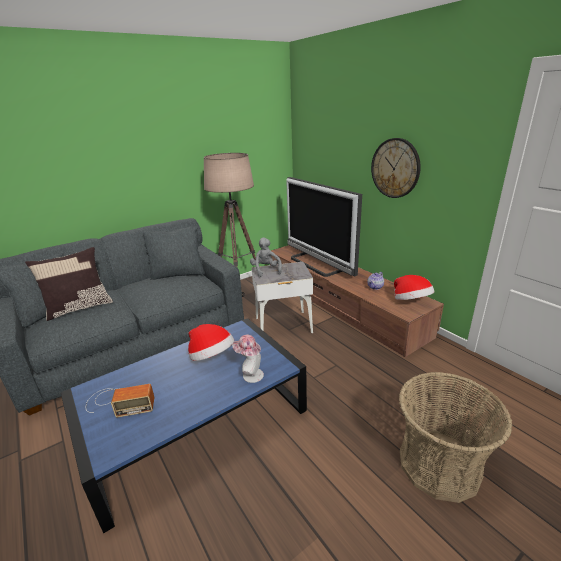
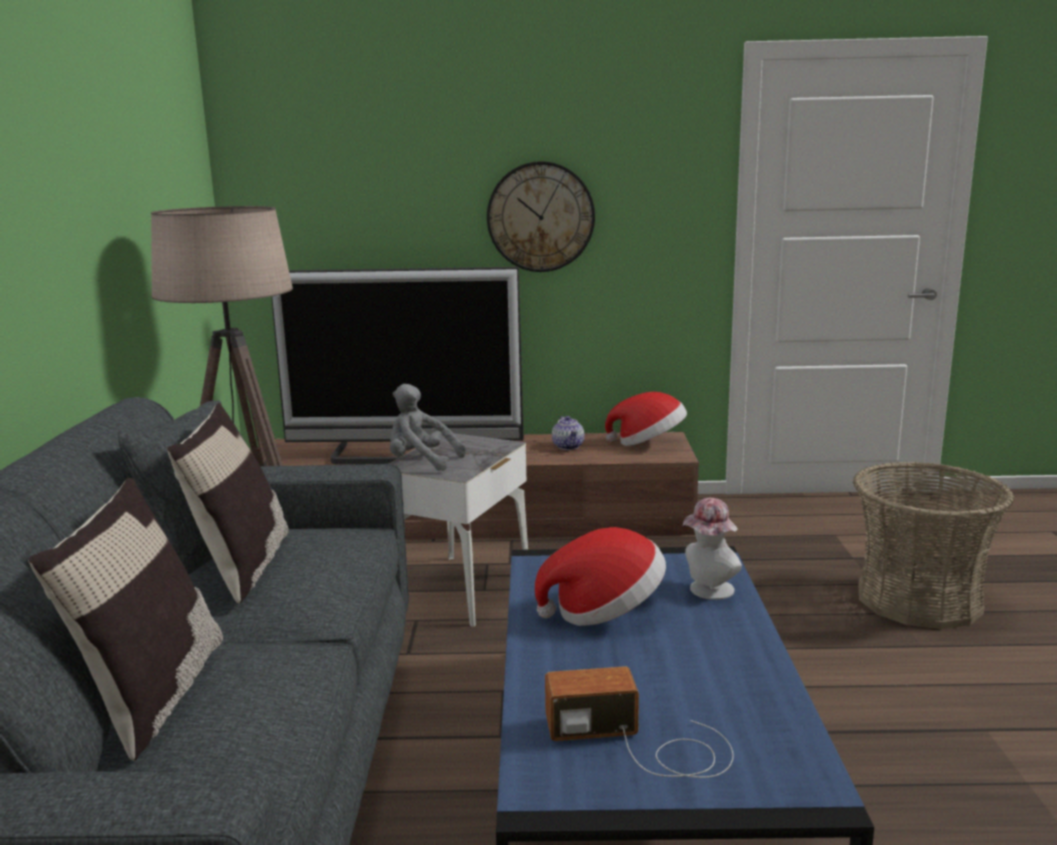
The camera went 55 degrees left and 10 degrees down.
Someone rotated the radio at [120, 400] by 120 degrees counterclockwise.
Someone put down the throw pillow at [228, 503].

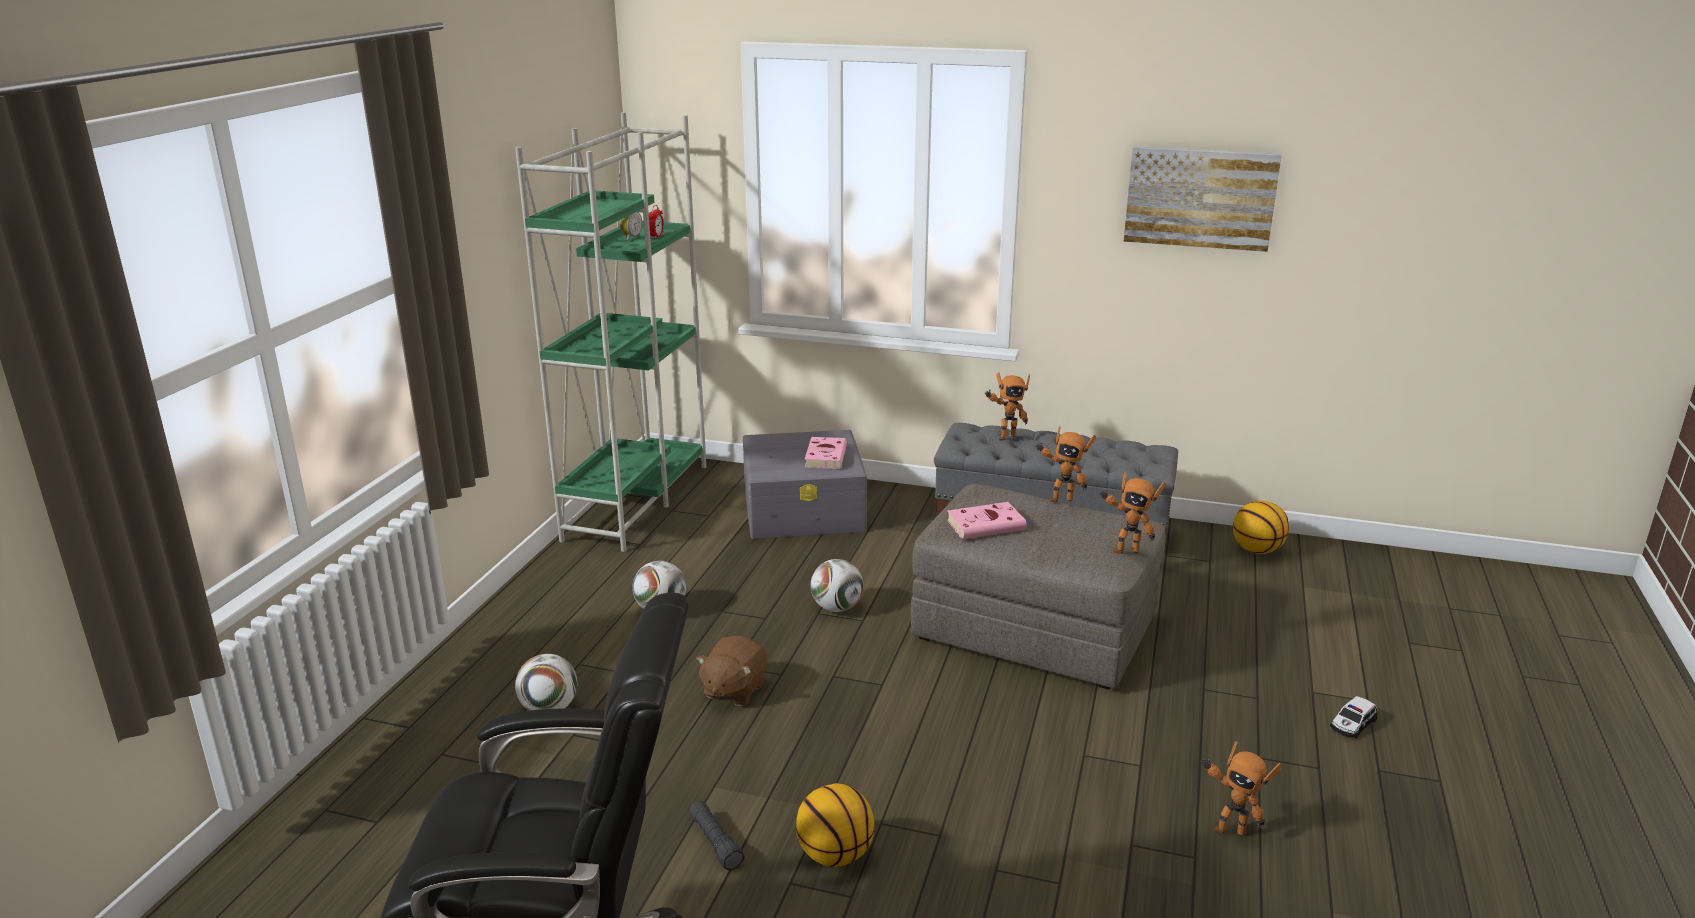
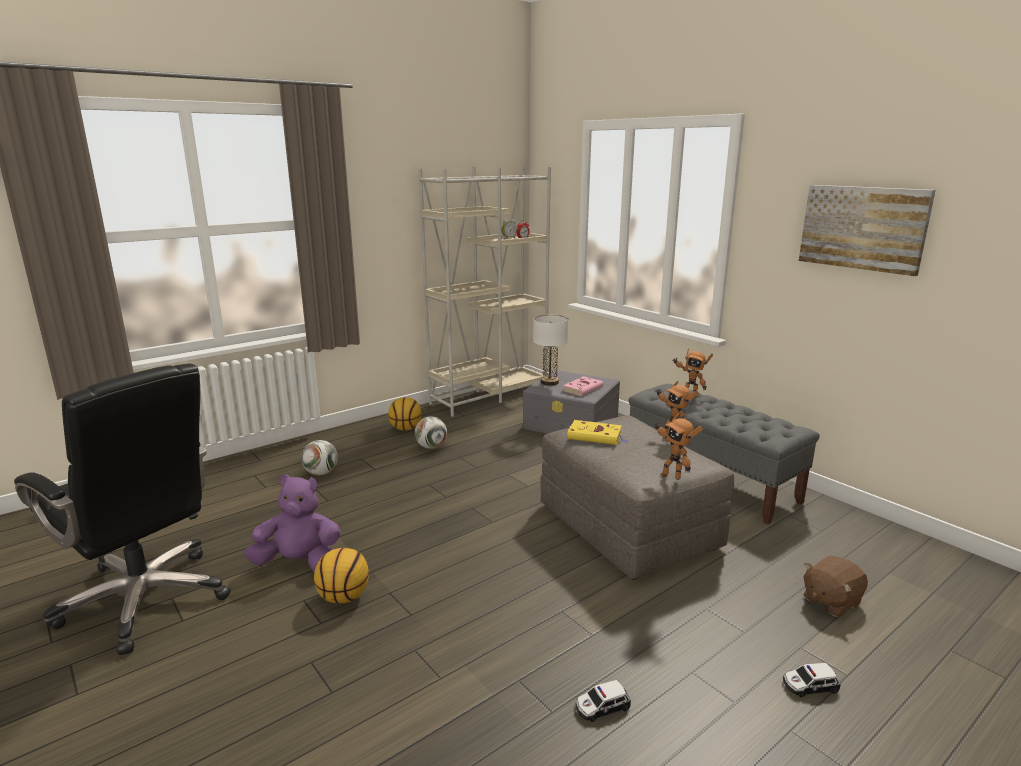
The camera went 35 degrees right and 5 degrees down.
Someone repainted the green-coloured bookcase at [610, 332], which became the beige bookcase at [485, 291].
Someone carried the basketball from [1261, 527] to [404, 413].
Someone repainted the pink bound book at [988, 520], which became the yellowish bound book at [598, 432].
Someone took away the football ball at [837, 585].
Someone carried the brownish plush toy from [731, 671] to [836, 586].
Someone swapped the model robot at [1241, 788] for the model car at [603, 701].
Someone swapped the blackish torch at [717, 835] for the purple plush toy at [292, 523].
Someone put down the tabletop lamp at [551, 350].

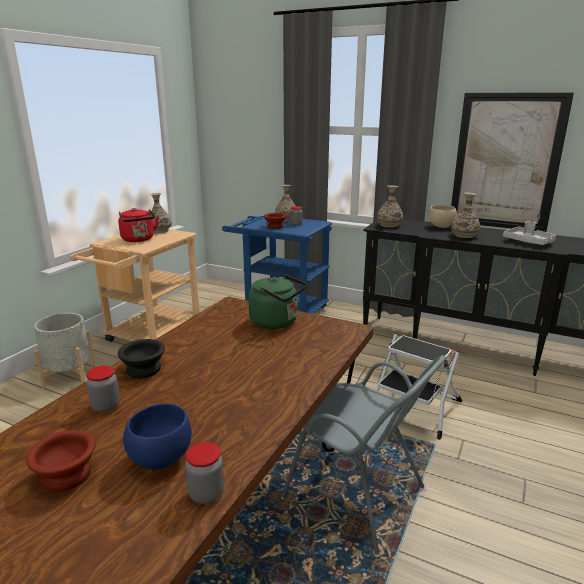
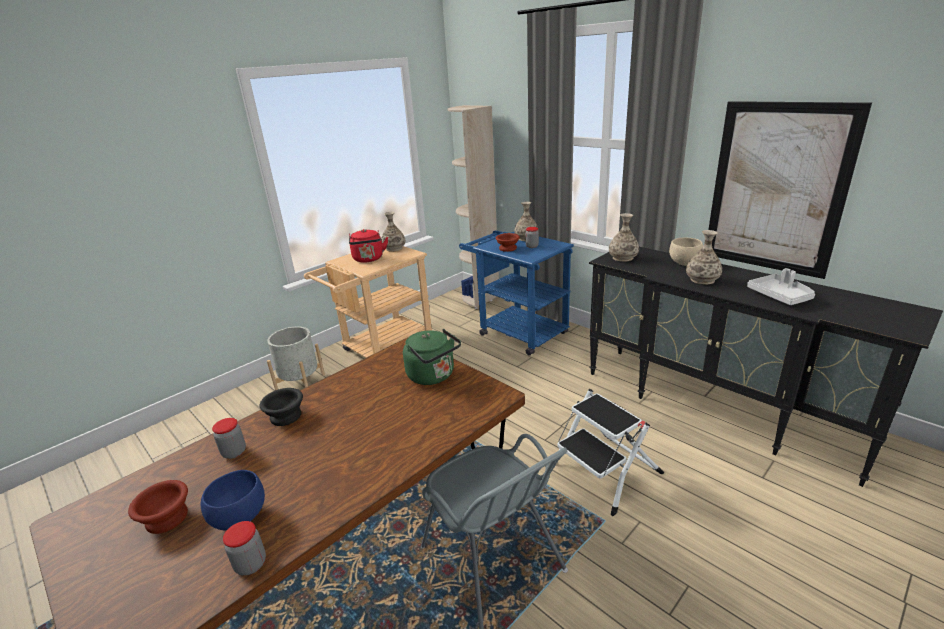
The camera went 20 degrees right and 5 degrees up.
Someone put down the beige bookcase at [473, 207].

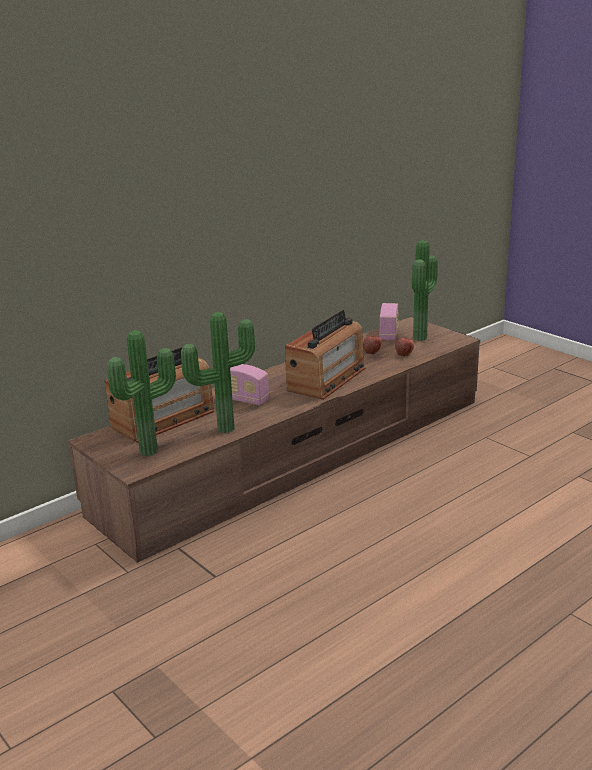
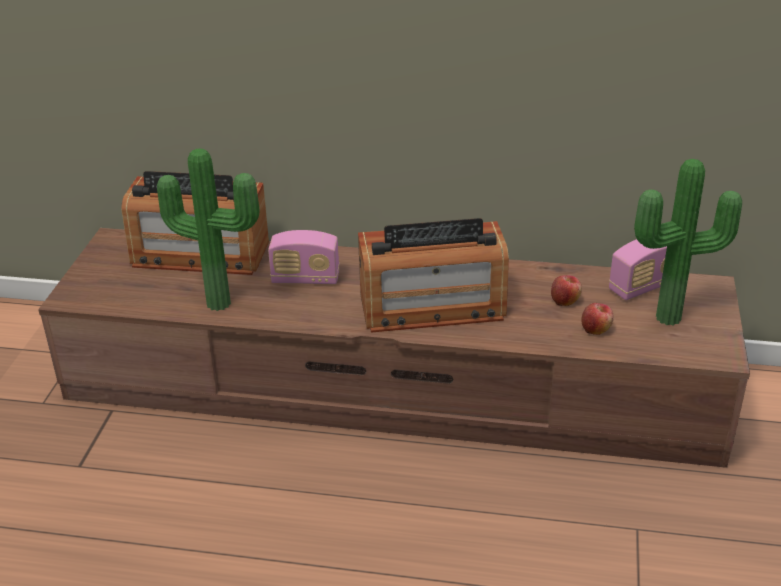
The camera went 50 degrees right and 10 degrees up.
Someone took away the potted plant at [141, 393].
Someone rotated the radio at [249, 385] by 75 degrees counterclockwise.

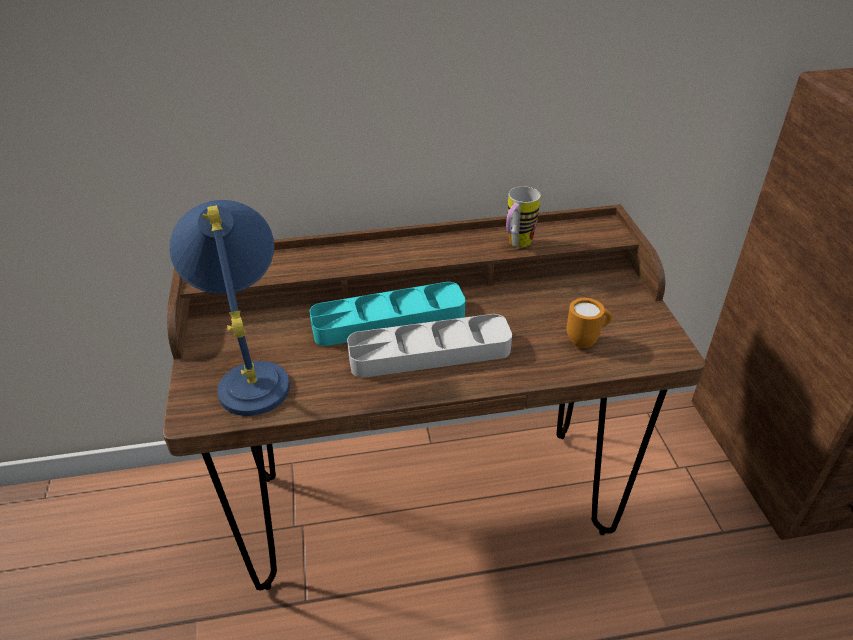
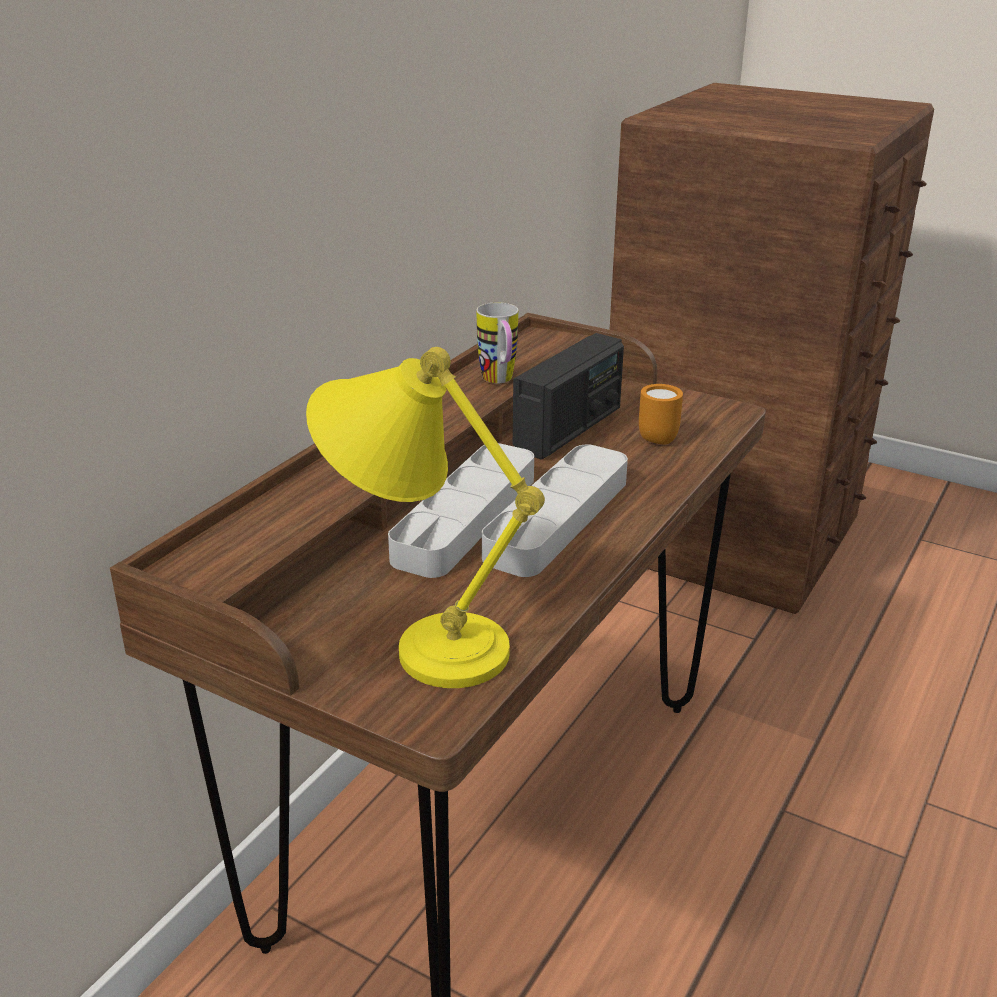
The camera went 50 degrees left and 10 degrees down.
Someone repainted the blue tabletop lamp at [229, 308], which became the yellowish tabletop lamp at [425, 517].
Someone repainted the blue-green carrying tray at [387, 314], which became the grey carrying tray at [461, 510].
Someone put down the radio at [568, 396].

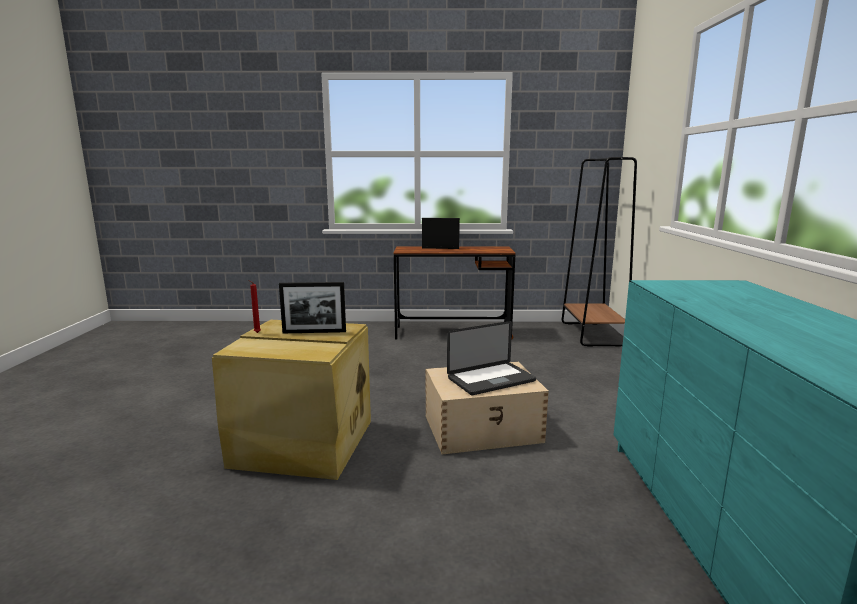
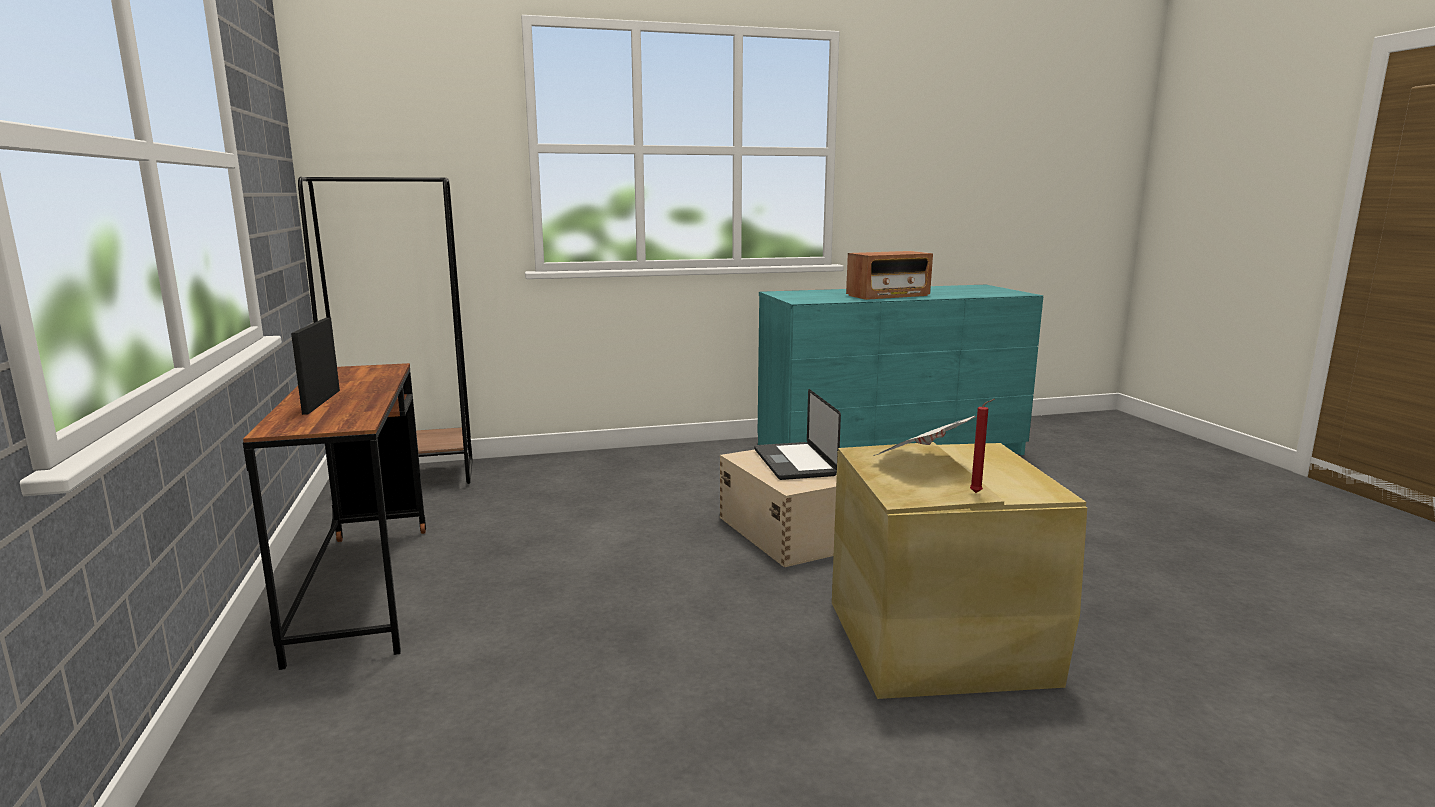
The camera went 105 degrees left and 0 degrees up.
Someone swapped the photo frame at [312, 307] for the newspaper at [925, 436].
Someone rotated the portable computer at [491, 358] by 150 degrees counterclockwise.
Someone put down the radio at [889, 275].

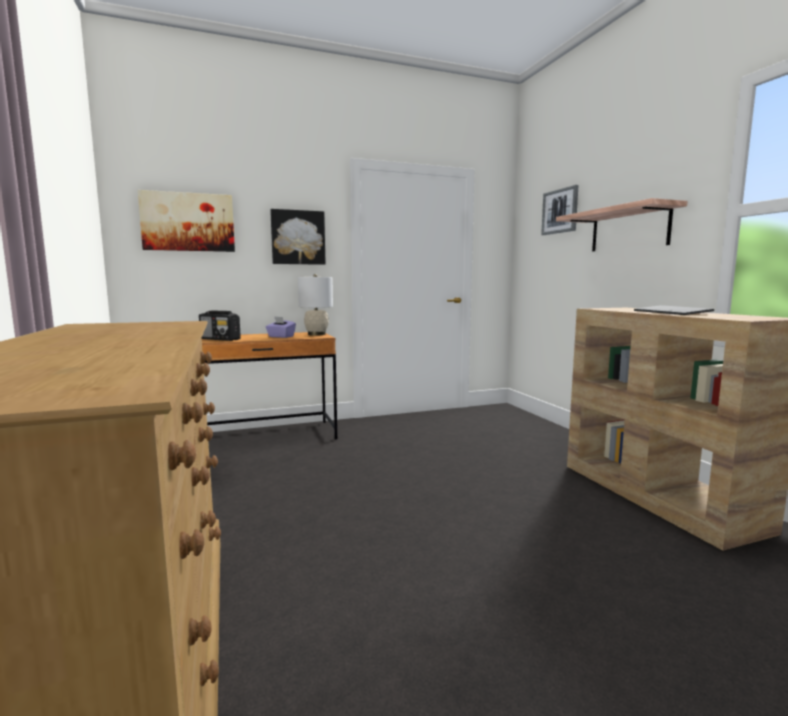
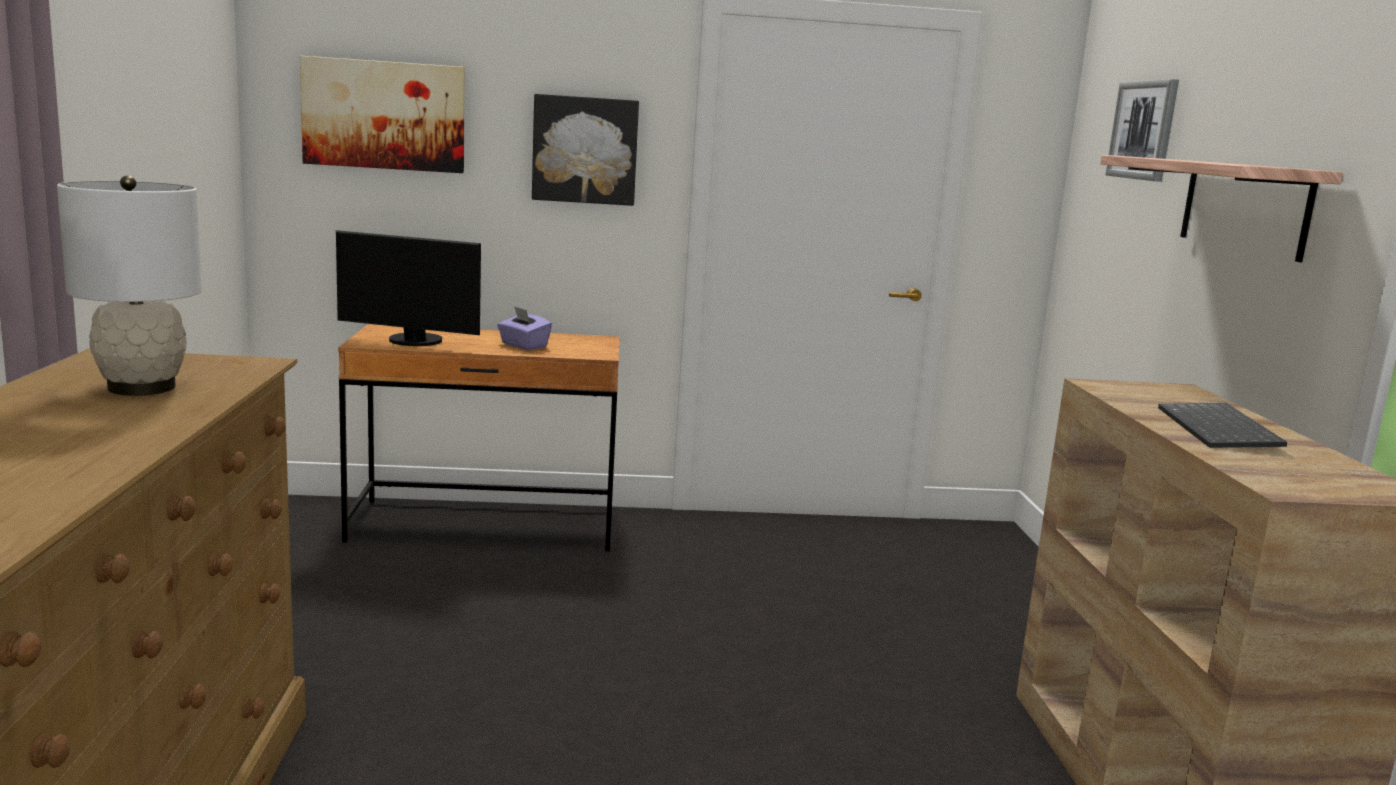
The camera went 15 degrees right and 5 degrees up.
Someone carried the whitish tabletop lamp from [315, 305] to [129, 285].
Someone swapped the radio at [220, 326] for the computer display at [408, 288].

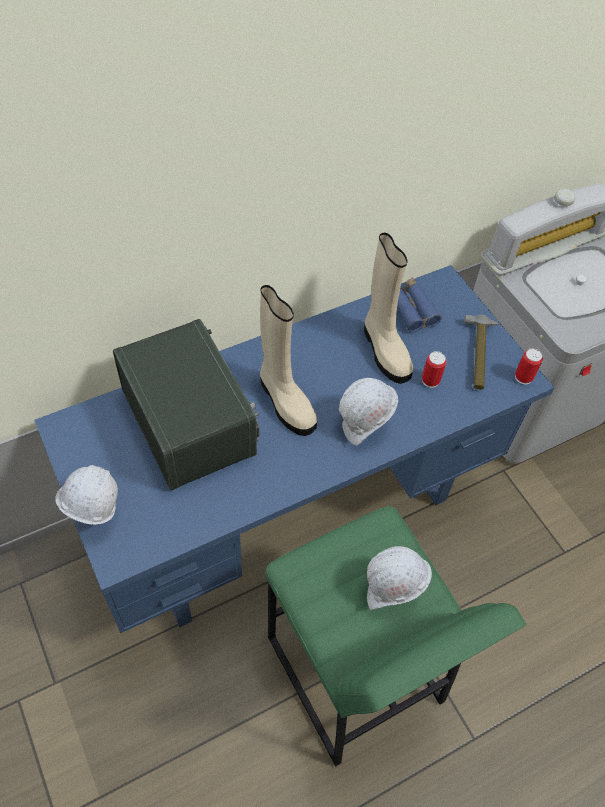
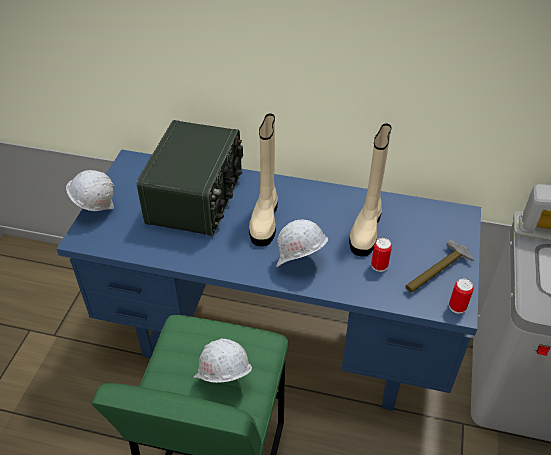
The camera went 45 degrees right and 10 degrees down.
Someone took away the blue field glasses at [419, 304].

